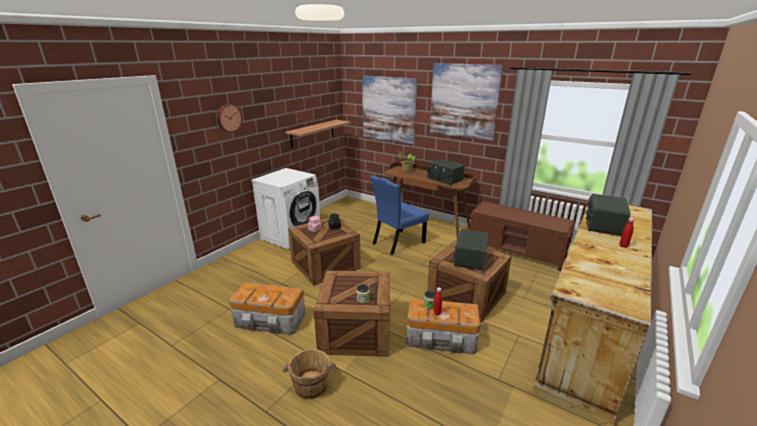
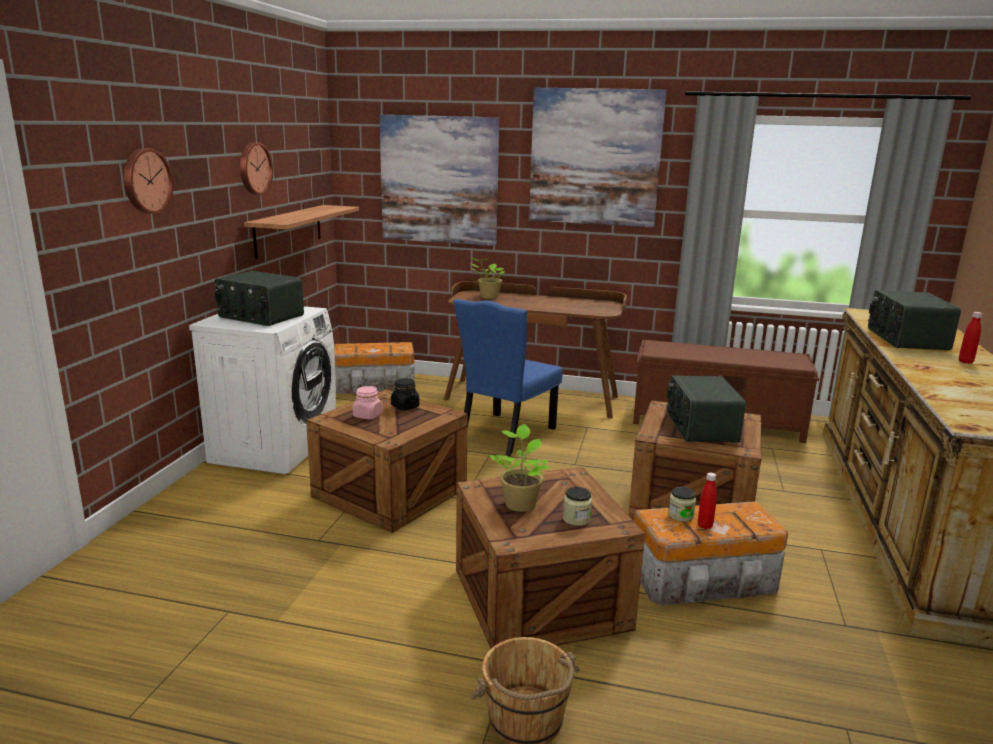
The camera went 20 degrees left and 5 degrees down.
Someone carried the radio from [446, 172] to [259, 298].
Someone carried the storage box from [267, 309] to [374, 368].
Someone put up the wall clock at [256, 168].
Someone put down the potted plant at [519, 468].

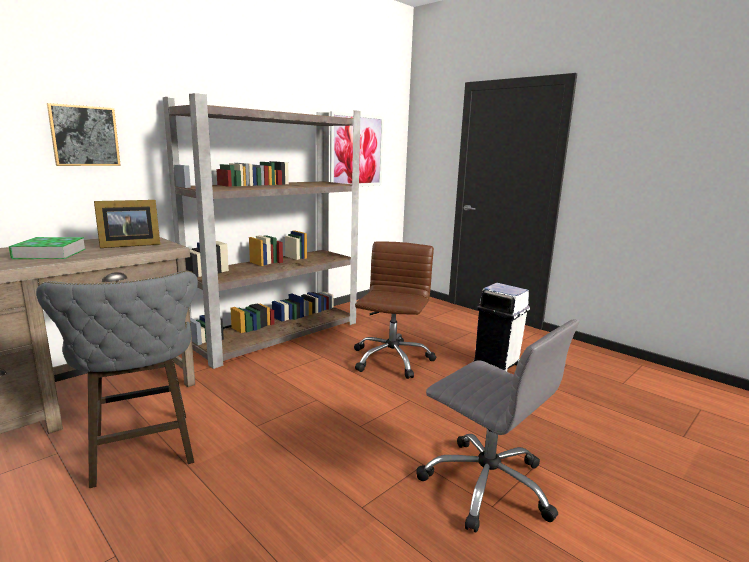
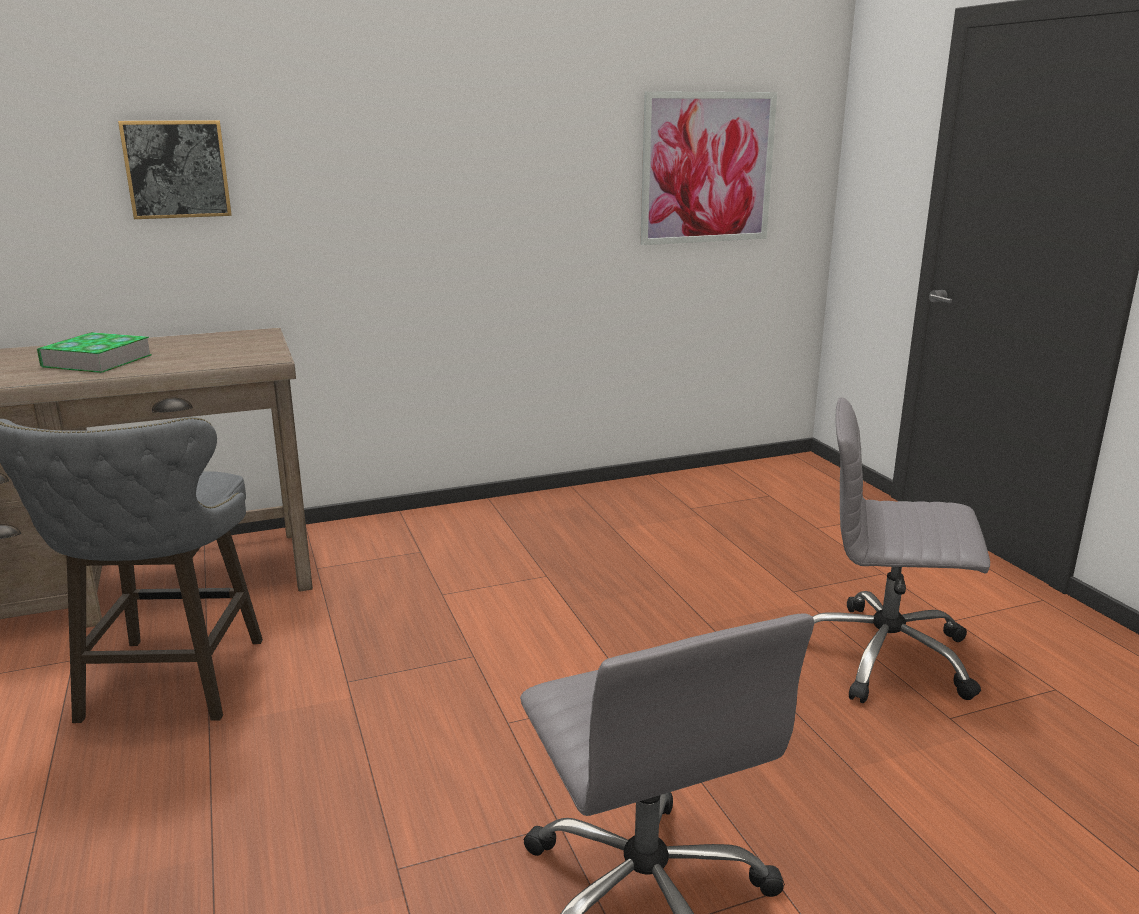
The camera went 25 degrees right and 5 degrees up.
Someone took away the brownish bookcase at [261, 231].
Someone took away the photo frame at [127, 224].
Someone took away the brownish desk chair at [395, 310].
Someone swapped the whitish trash can at [502, 327] for the grey desk chair at [901, 550].

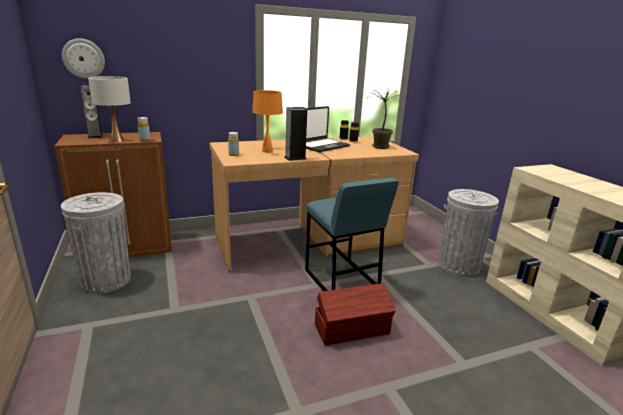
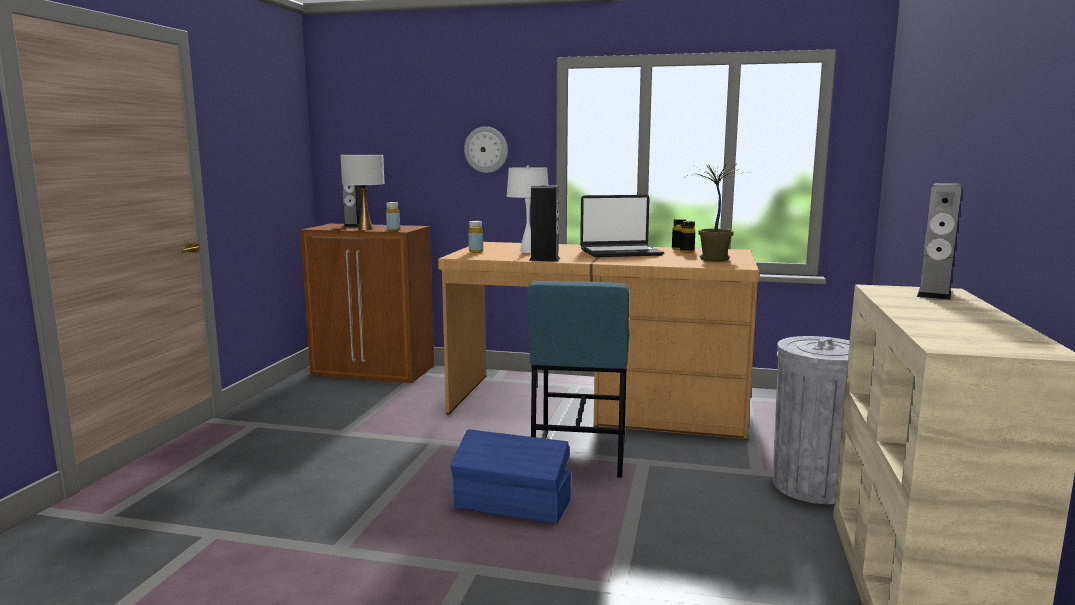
The camera went 35 degrees right and 10 degrees down.
Someone carried the wall clock from [83, 58] to [486, 149].
Someone repainted the orange tabletop lamp at [267, 121], which became the whitish tabletop lamp at [527, 209].
Someone took away the grey trash can at [96, 243].
Someone repainted the brownish storage box at [355, 314], which became the blue storage box at [510, 476].
Someone put down the loudspeaker at [939, 241].

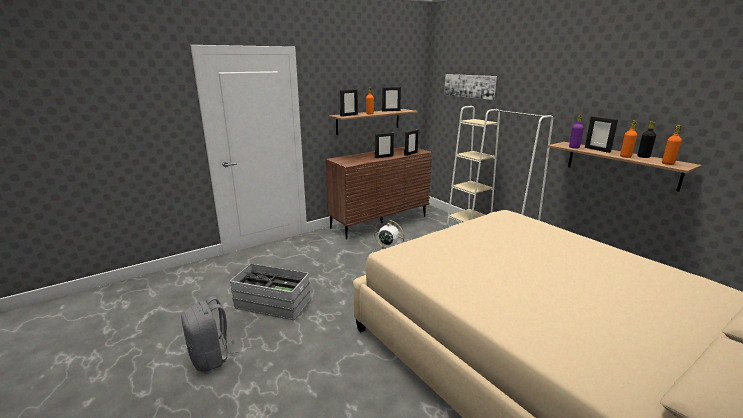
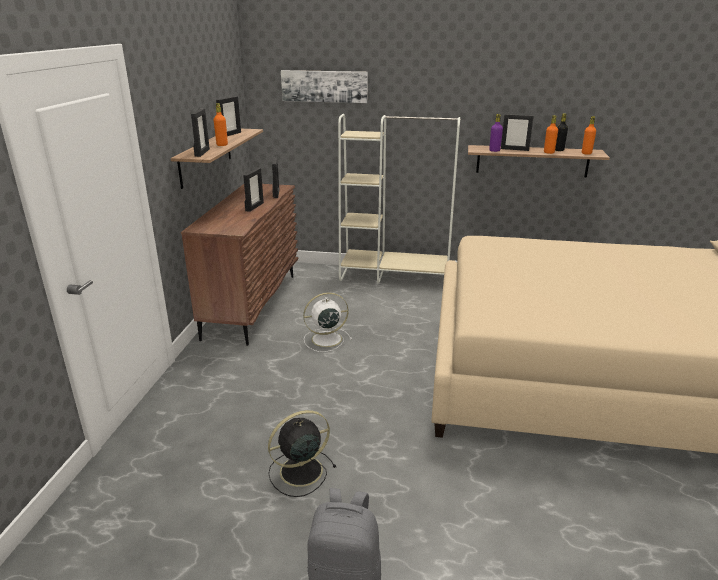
The camera went 45 degrees left and 5 degrees up.
Someone swapped the grey storage box at [270, 292] for the blackish cooling fan at [302, 453].

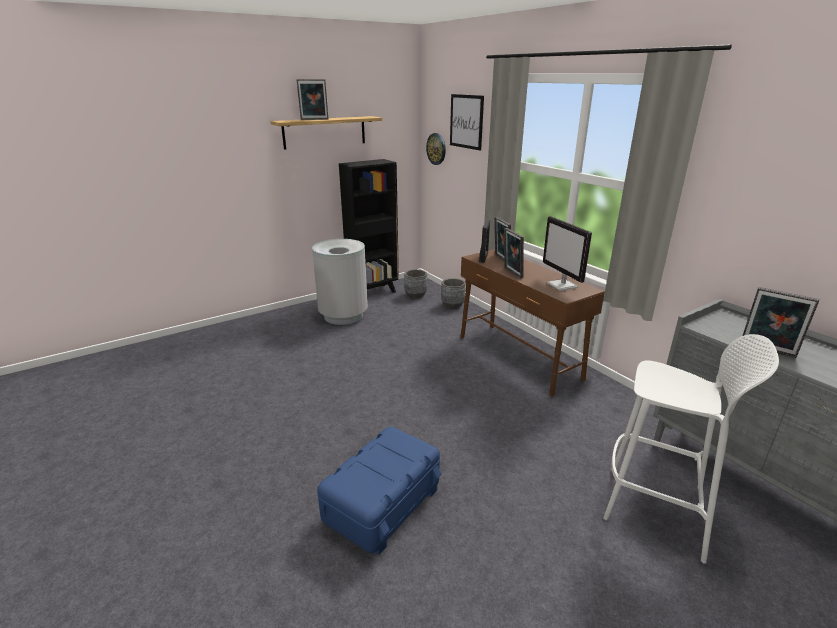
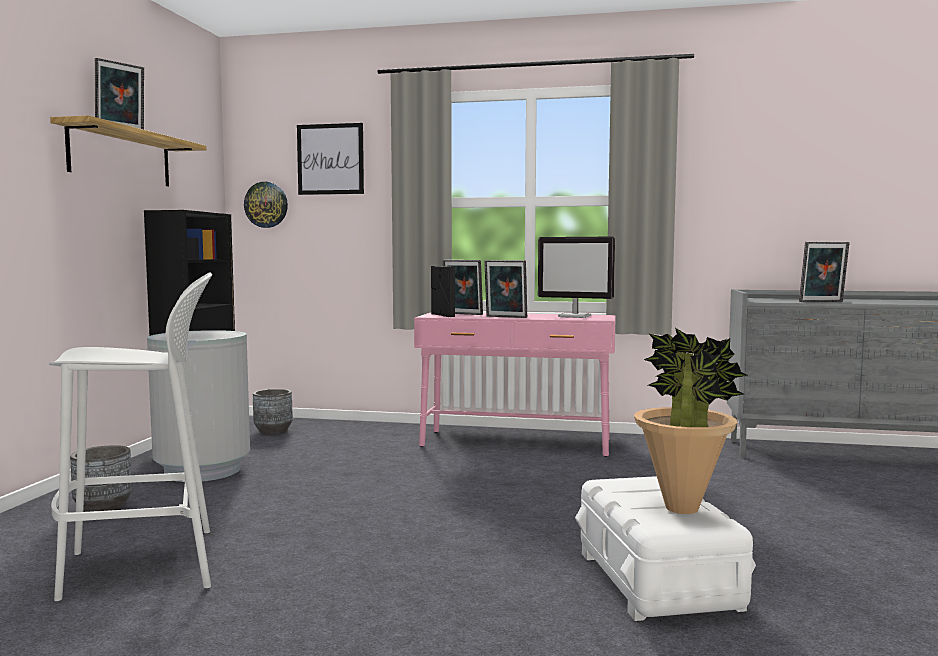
The camera went 45 degrees left and 20 degrees down.
Someone repainted the brownish hall table at [533, 322], which became the pink hall table at [515, 385].
Someone carried the grey plant pot from [453, 293] to [101, 478].
Someone carried the whitish sitting stool from [691, 449] to [130, 436].
Someone repainted the blue storage box at [379, 491], which became the whitish storage box at [665, 548].
Someone put down the potted plant at [691, 421].

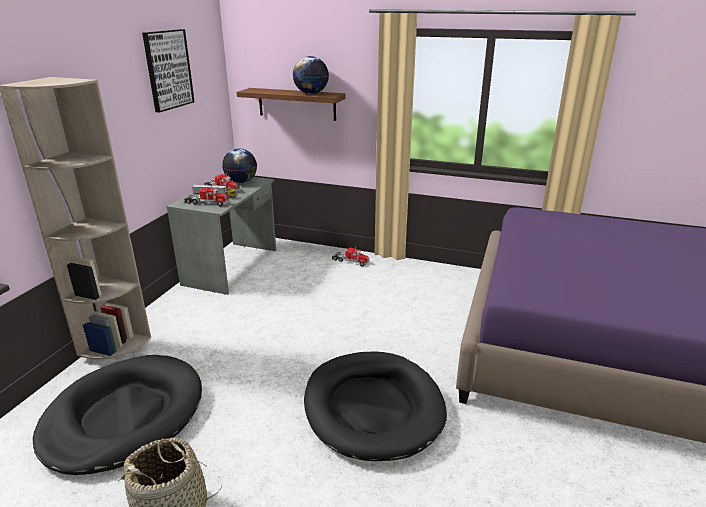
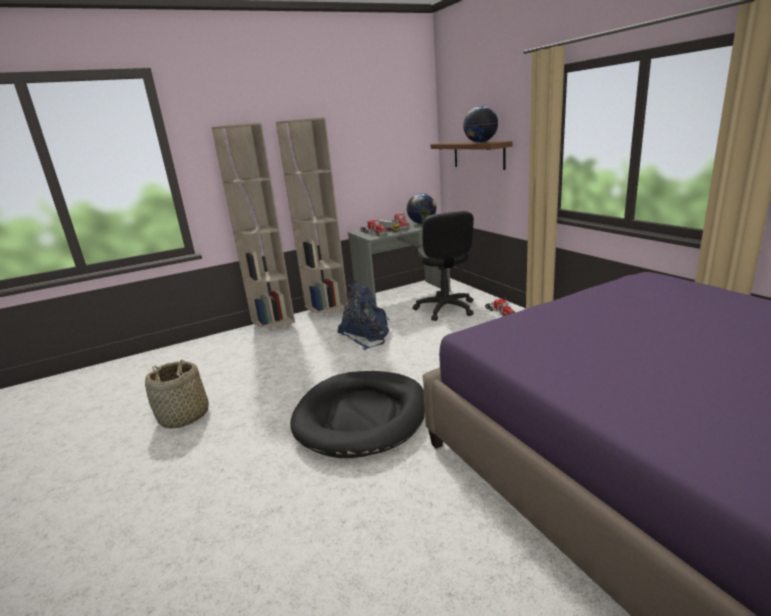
The camera went 45 degrees right and 5 degrees down.
Someone took away the wall art at [168, 71].
Someone took away the blackish dog bed at [117, 415].
Someone put down the beige bookcase at [311, 216].
Someone put down the blackish desk chair at [443, 266].
Someone put down the blue backpack at [363, 315].

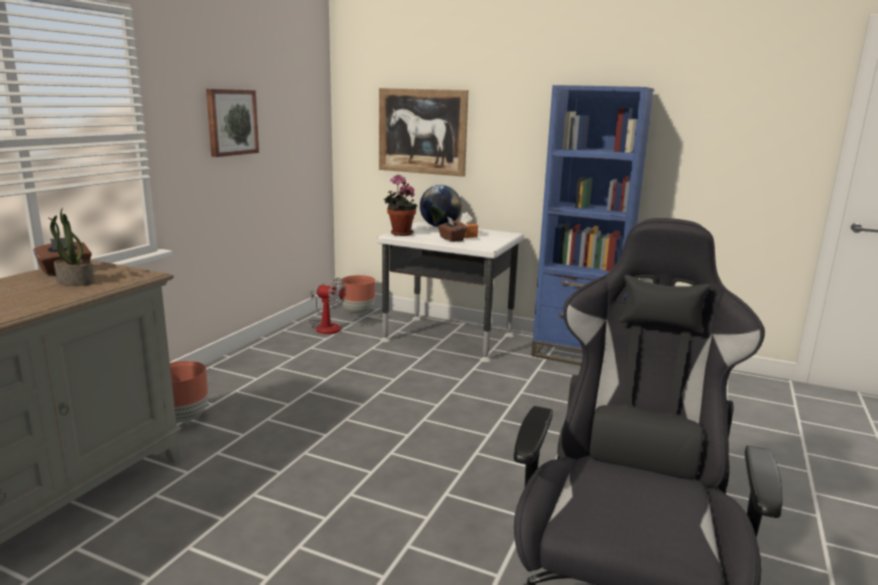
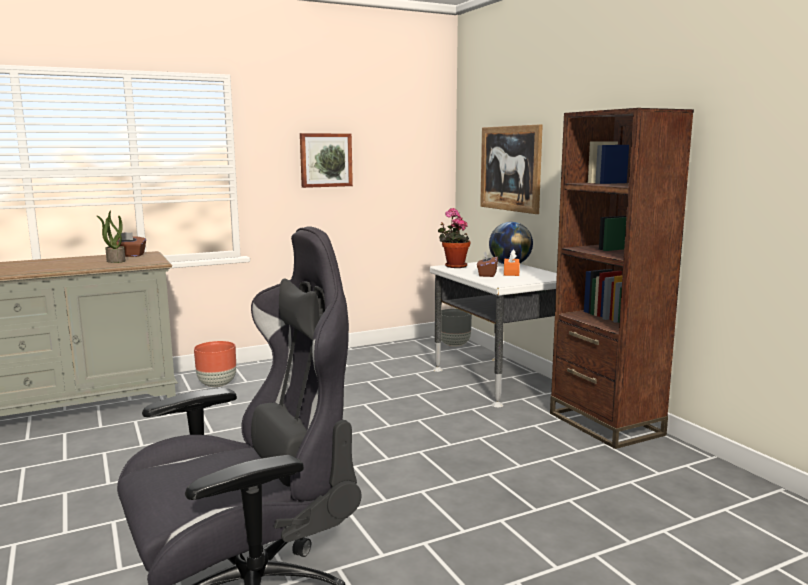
The camera went 40 degrees right and 5 degrees down.
Someone repainted the blue bookcase at [592, 225], which became the brownish bookcase at [622, 278].
Someone repainted the brownish plant pot at [358, 294], which became the grey plant pot at [456, 328].
Someone took away the cooling fan at [327, 306].

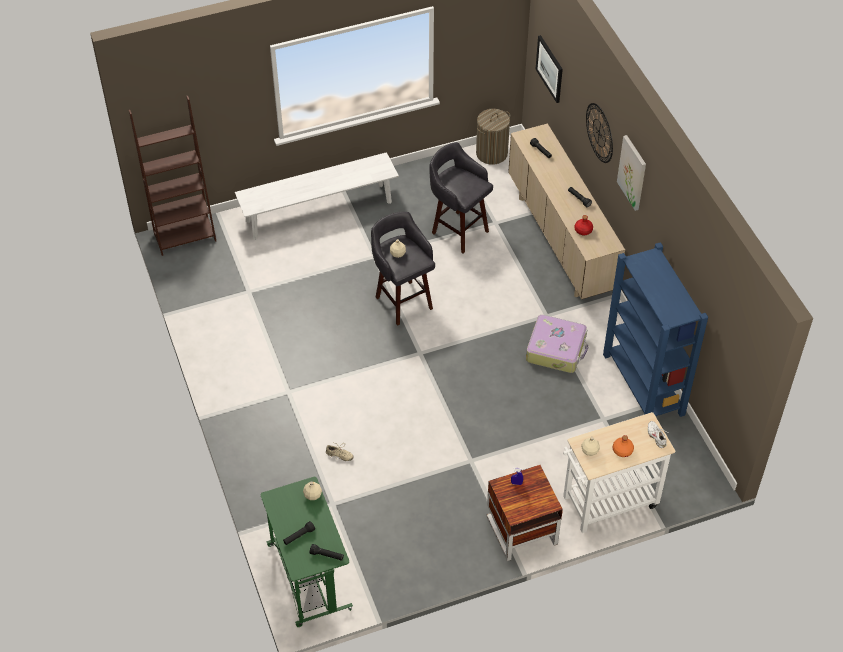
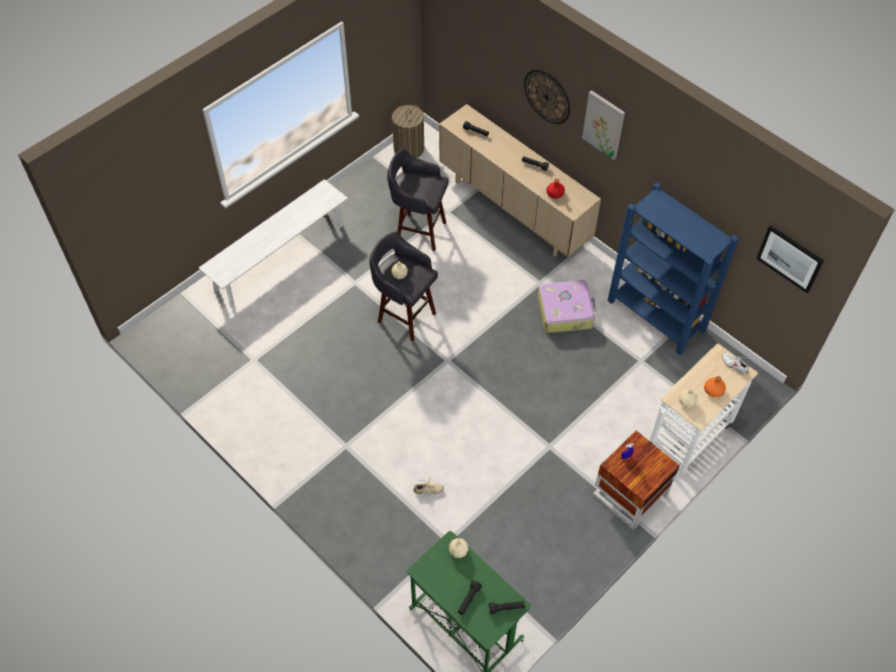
The camera went 25 degrees left and 5 degrees up.
Someone carried the wall art from [549, 69] to [790, 259].
Someone took away the brownish bookcase at [172, 176].

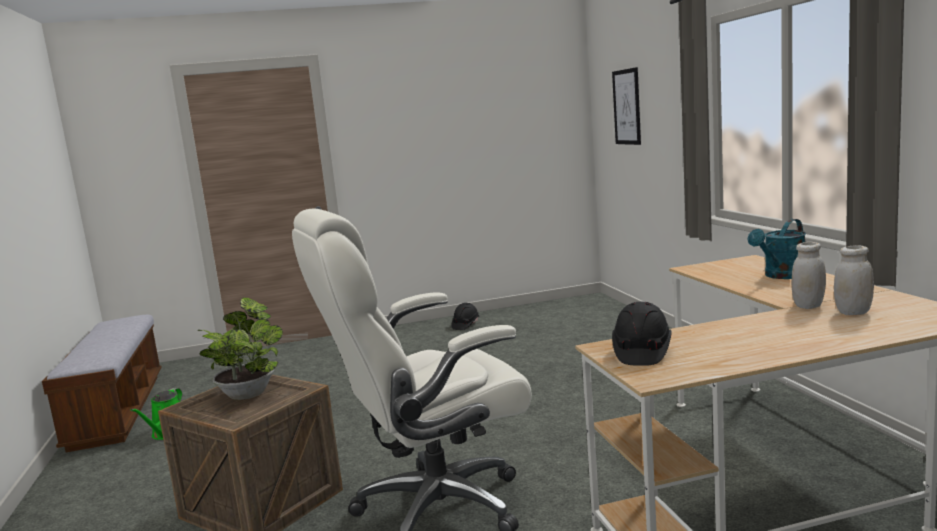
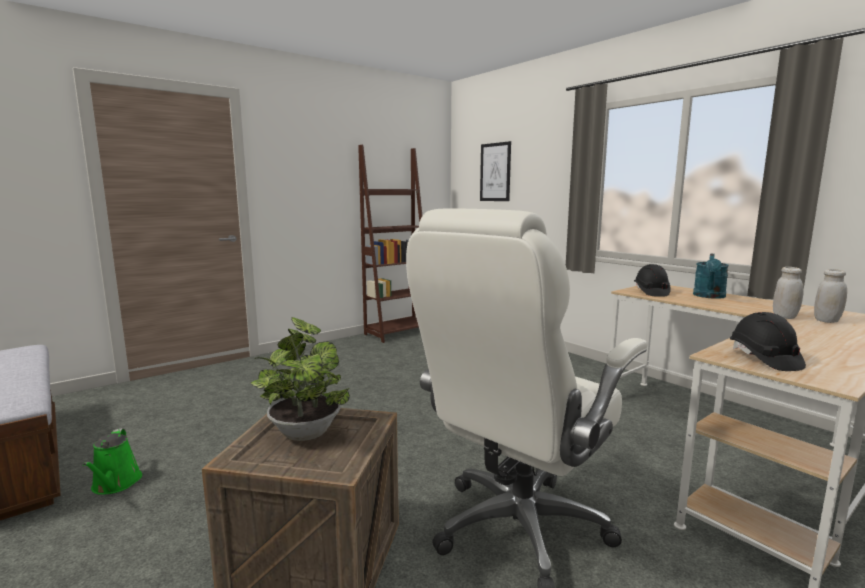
The camera went 25 degrees left and 0 degrees up.
Someone carried the blackish safety helmet from [465, 316] to [652, 280].
Someone put down the brownish bookcase at [390, 244].

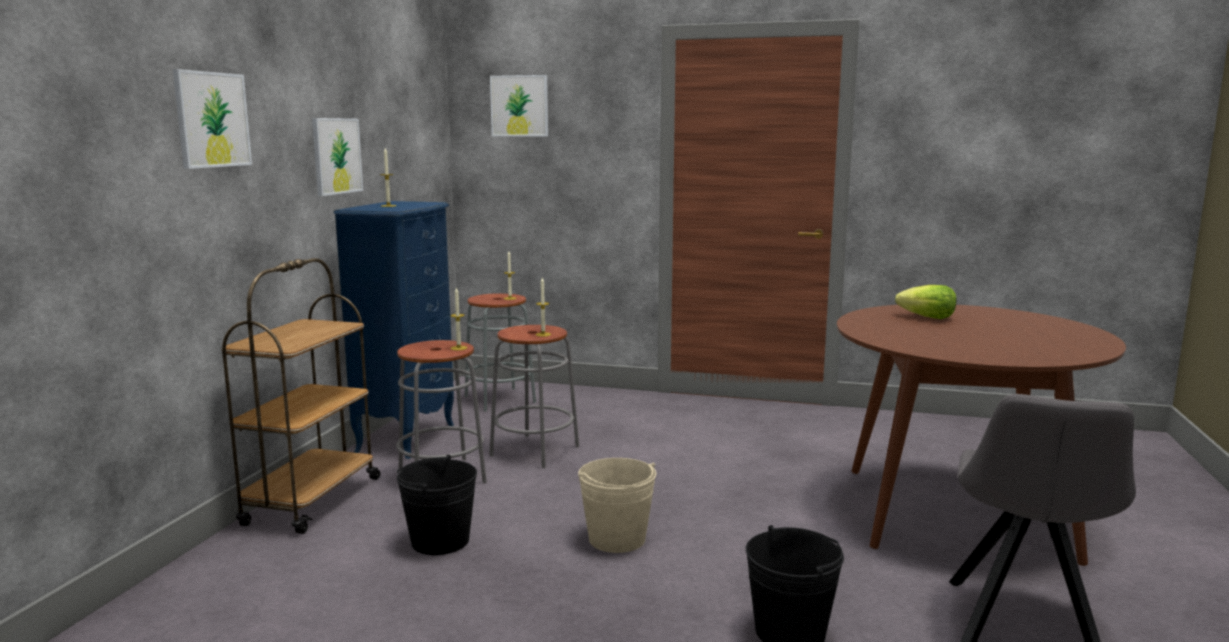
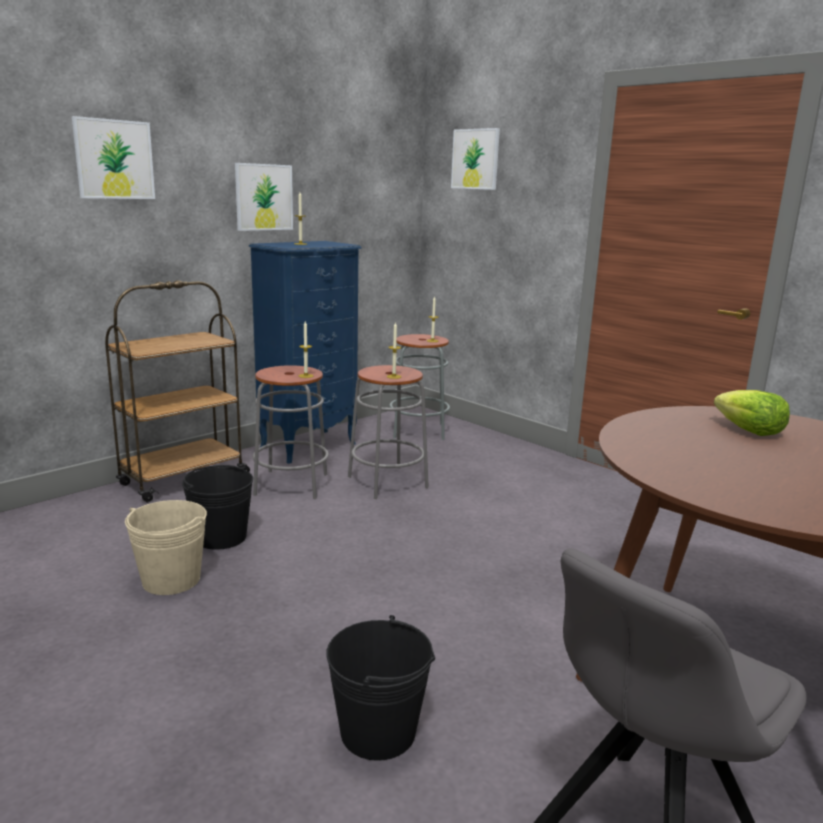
The camera went 30 degrees right and 5 degrees up.
Someone carried the beige water bucket from [617, 505] to [166, 547].

